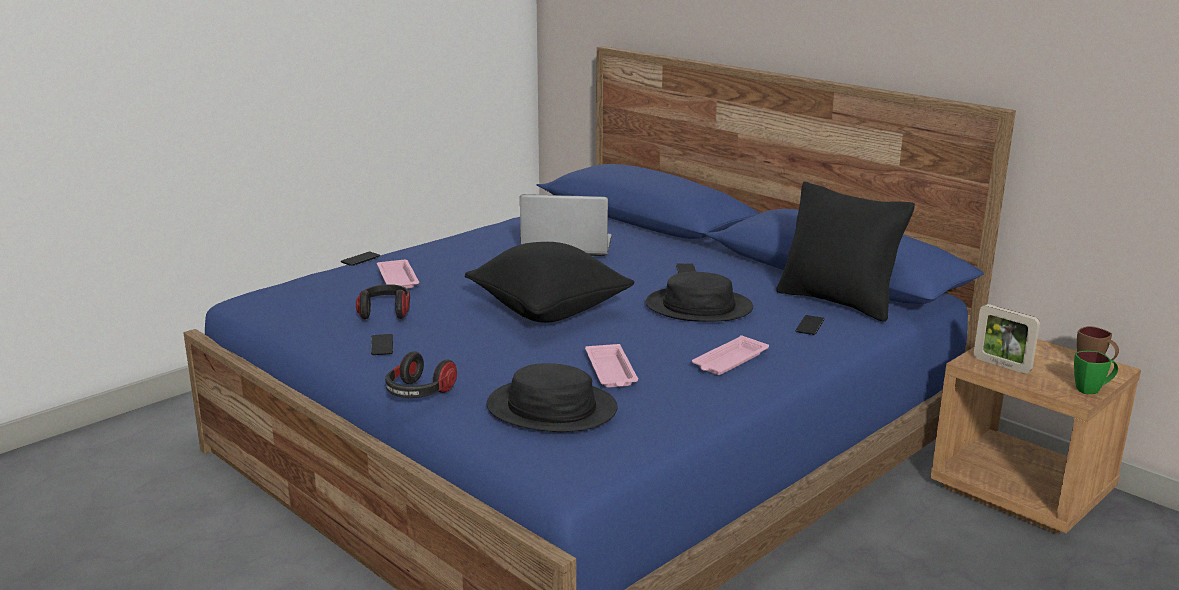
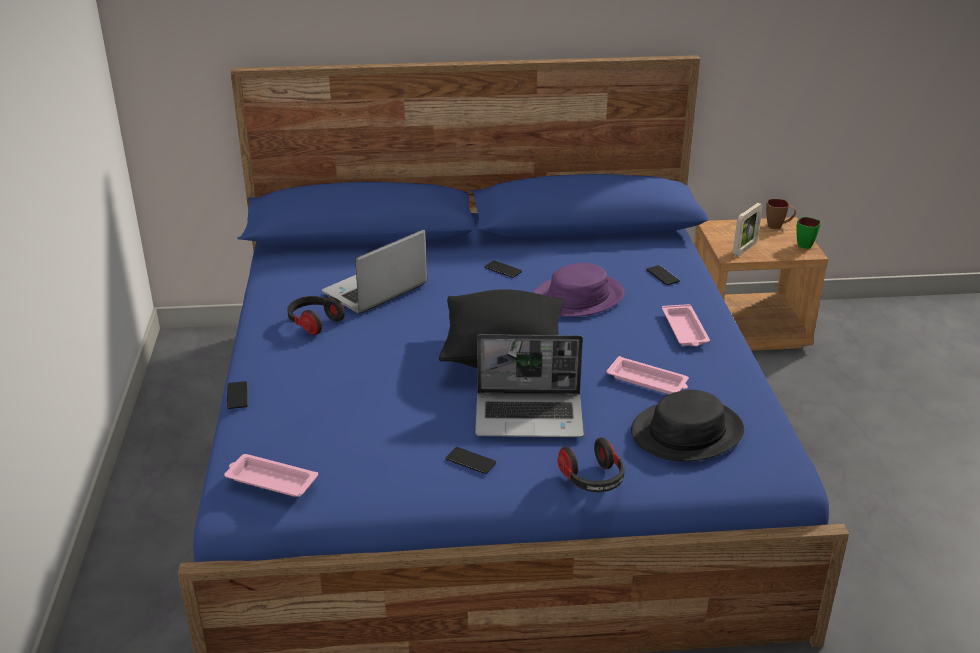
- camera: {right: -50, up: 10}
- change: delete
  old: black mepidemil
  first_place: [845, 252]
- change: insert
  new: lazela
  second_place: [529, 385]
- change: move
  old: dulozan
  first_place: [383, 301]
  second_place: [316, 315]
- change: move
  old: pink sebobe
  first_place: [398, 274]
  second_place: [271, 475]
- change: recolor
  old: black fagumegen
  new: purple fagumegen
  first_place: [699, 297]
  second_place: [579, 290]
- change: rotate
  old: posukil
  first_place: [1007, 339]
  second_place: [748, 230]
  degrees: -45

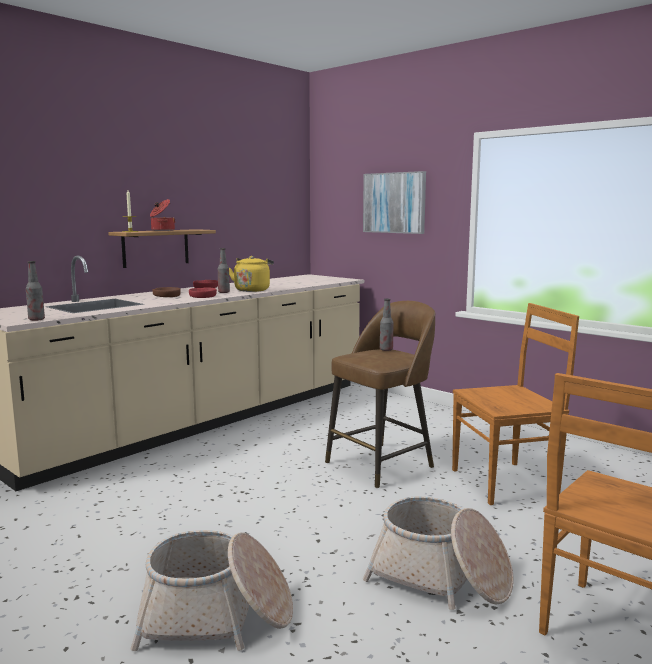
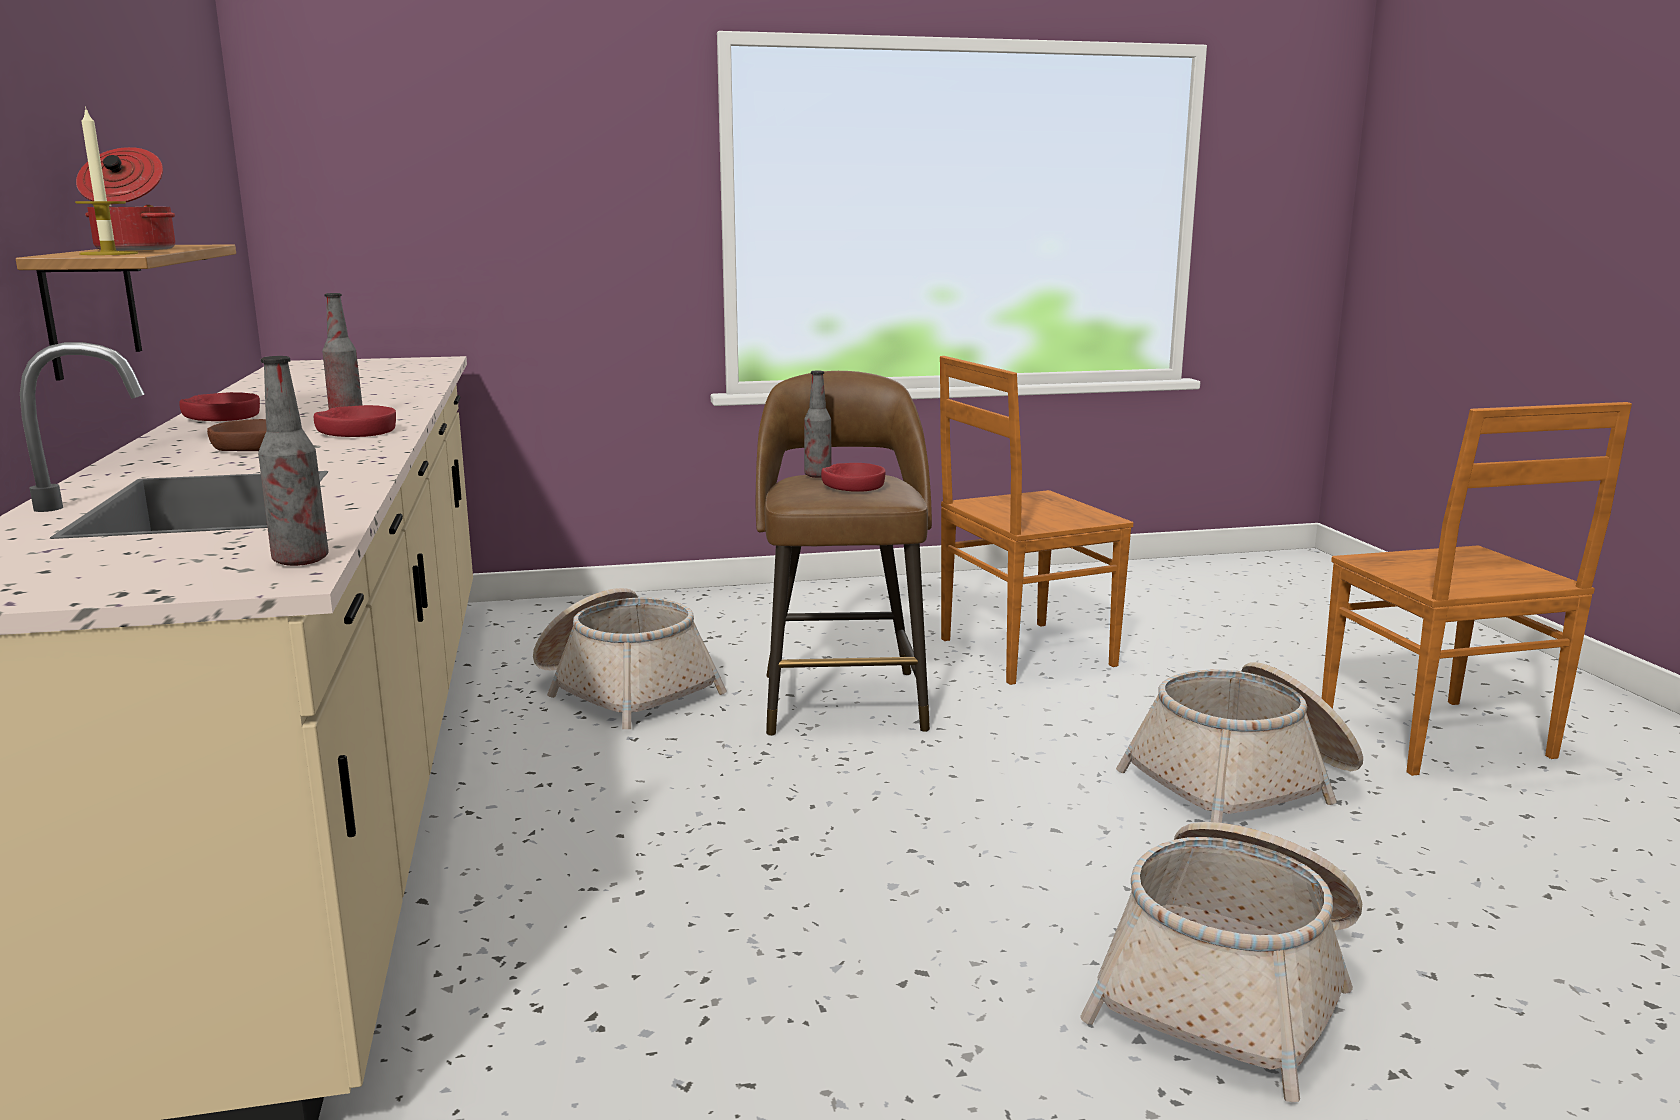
- camera: {right: -55, up: 5}
- change: delete
  old: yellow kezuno
  first_place: [251, 274]
- change: delete
  old: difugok
  first_place: [394, 202]
- change: insert
  new: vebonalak
  second_place: [630, 658]
- change: insert
  new: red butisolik
  second_place: [853, 477]
- change: rotate
  old: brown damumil
  first_place: [515, 404]
  second_place: [1036, 520]
  degrees: -135

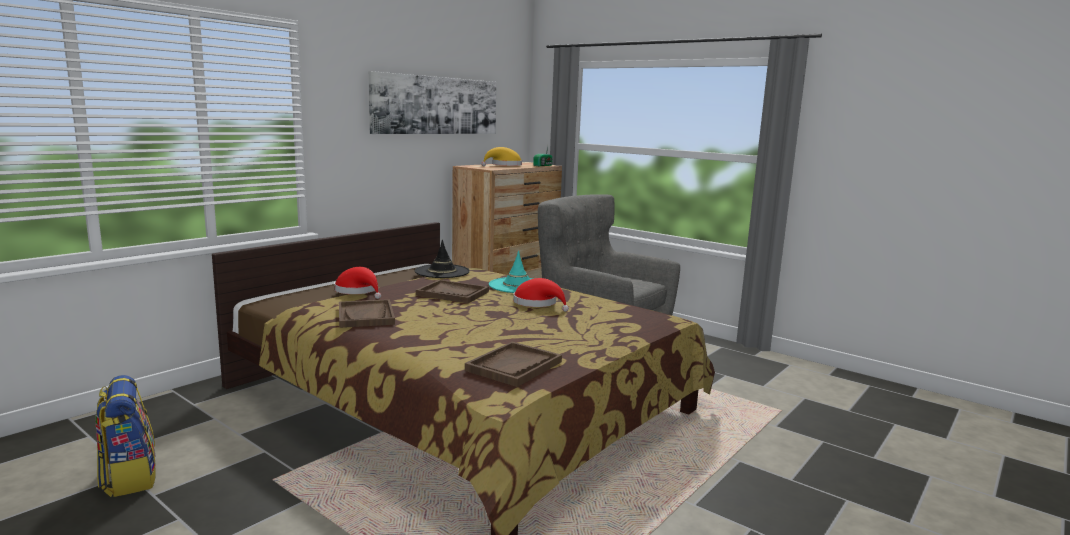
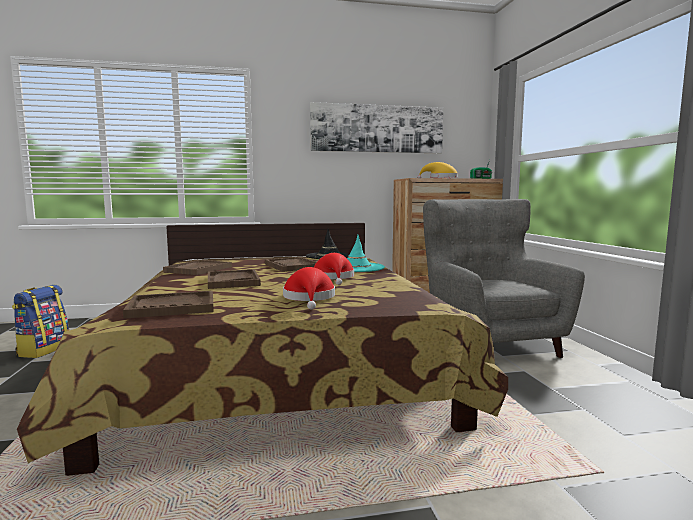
- camera: {right: 40, up: -5}
- change: insert
  new: brown sebobe
  second_place: [234, 279]
- change: move
  old: red fagumegen
  first_place: [357, 283]
  second_place: [309, 288]

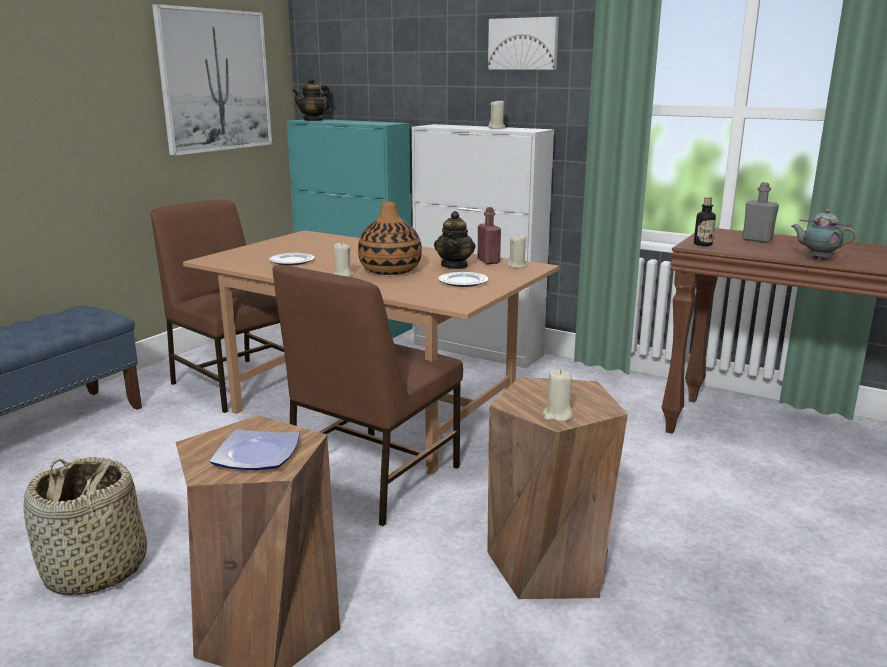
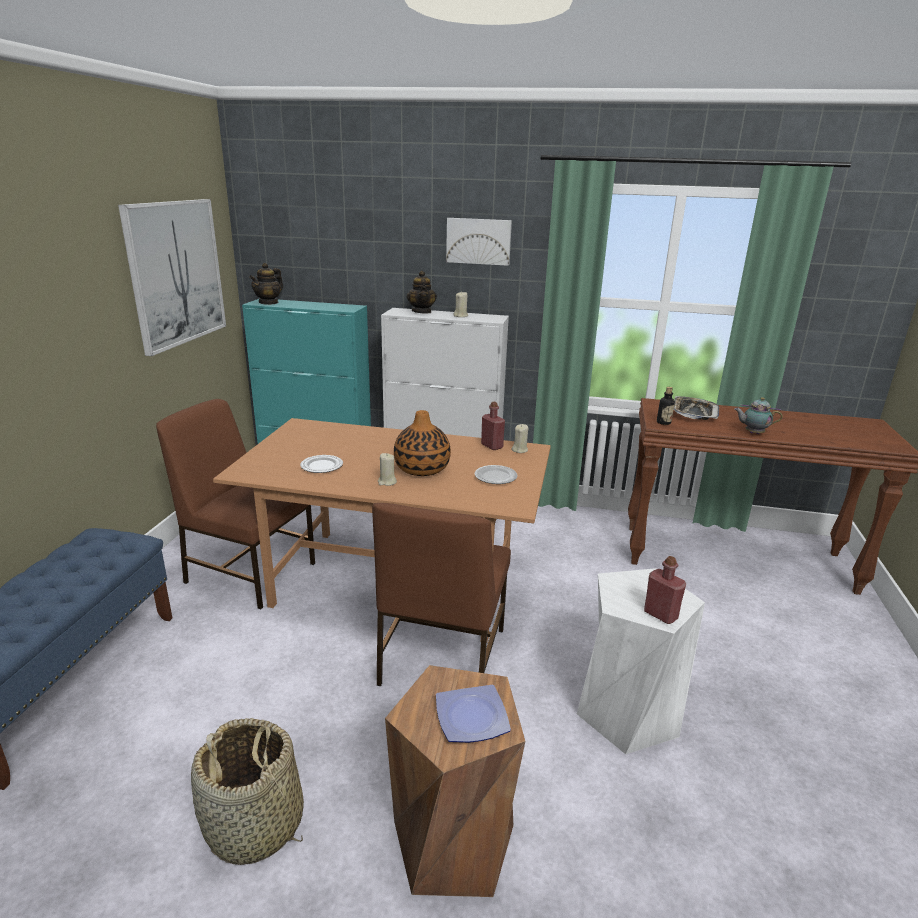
- camera: {right: -20, up: 5}
- change: move
  old: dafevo
  first_place: [455, 240]
  second_place: [422, 292]
- change: replace
  old: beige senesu
  new: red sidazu
  first_place: [558, 395]
  second_place: [665, 590]
- change: replace
  old: grey sidazu
  new: sebobe
  first_place: [760, 212]
  second_place: [696, 408]
- change: recolor
  old: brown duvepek
  new: white duvepek
  first_place: [557, 488]
  second_place: [641, 661]

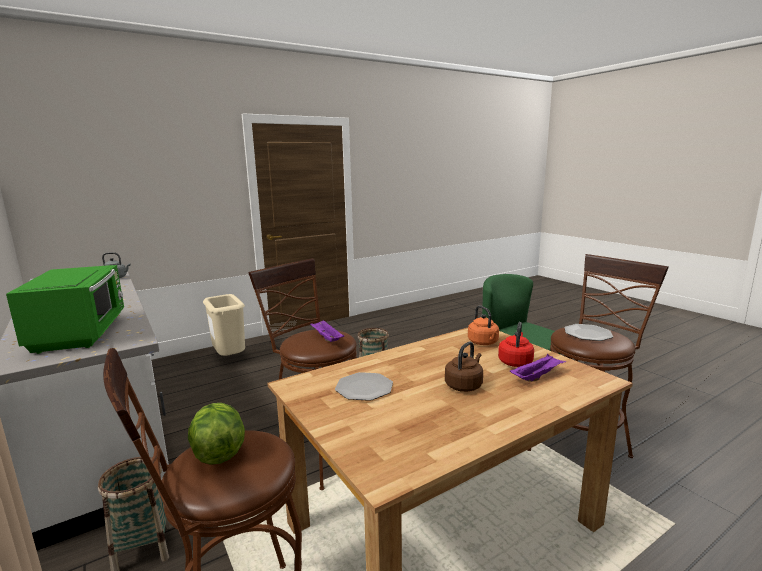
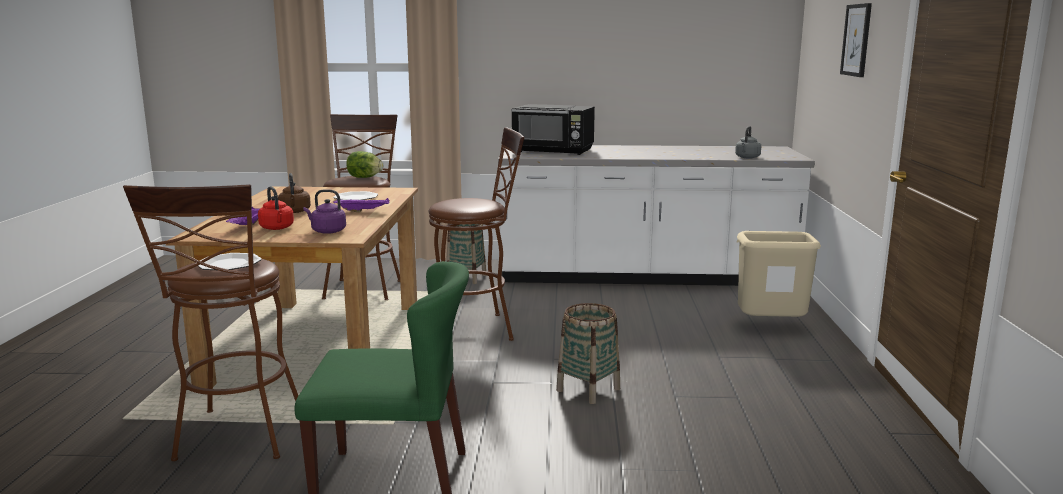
- camera: {right: 125, up: 0}
- change: insert
  new: difugok
  second_place: [856, 40]
- change: move
  old: purple sebobe
  first_place: [327, 331]
  second_place: [361, 205]
- change: recolor
  old: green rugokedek
  new: black rugokedek
  first_place: [65, 309]
  second_place: [553, 129]
- change: recolor
  old: orange kezuno
  new: purple kezuno
  first_place: [483, 325]
  second_place: [324, 211]

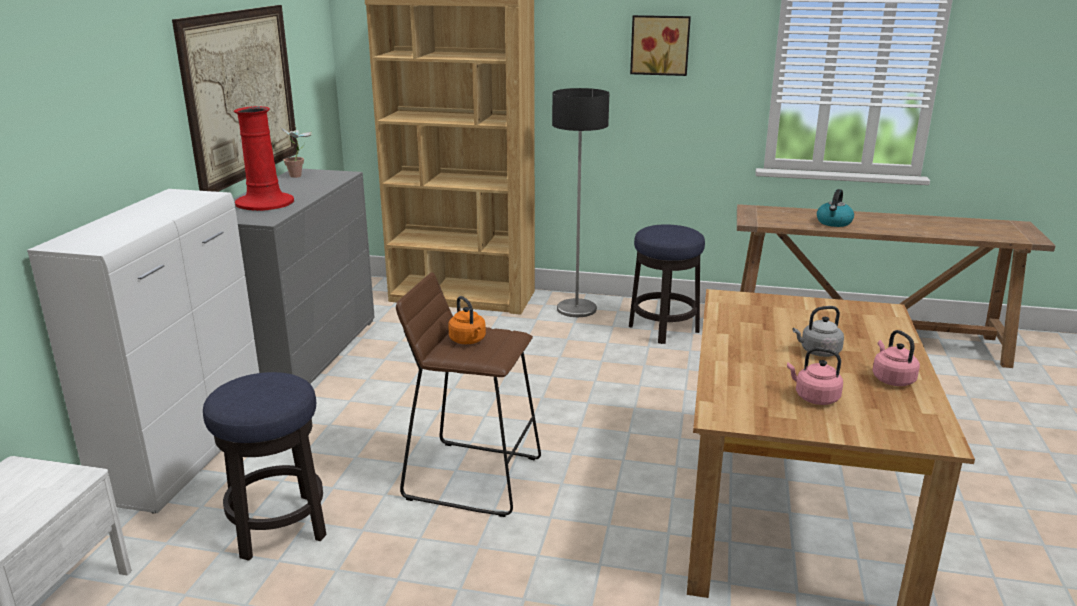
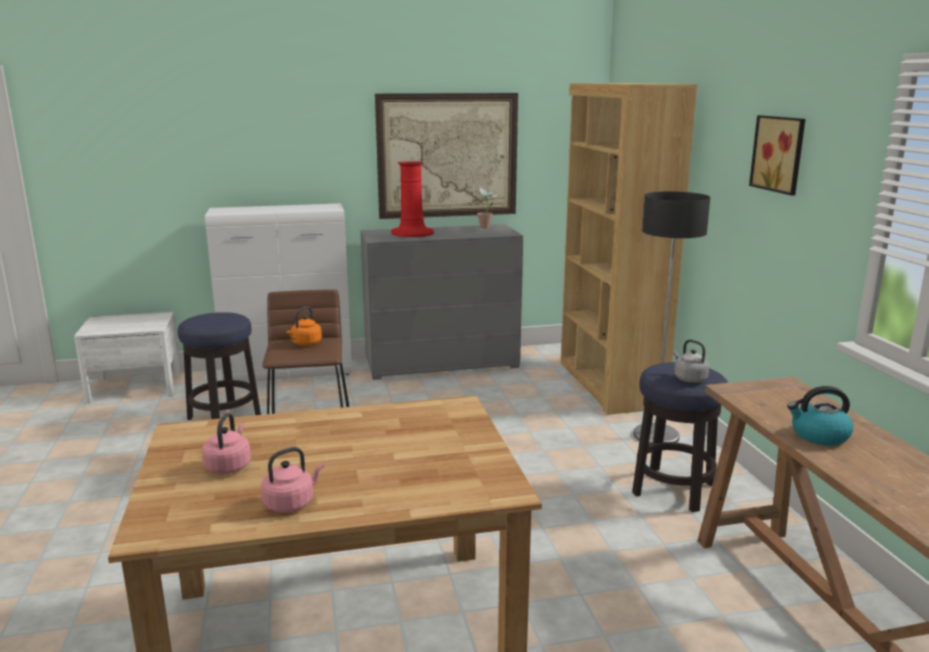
- camera: {right: 65, up: -5}
- change: move
  old: grey kezuno
  first_place: [818, 331]
  second_place: [691, 361]

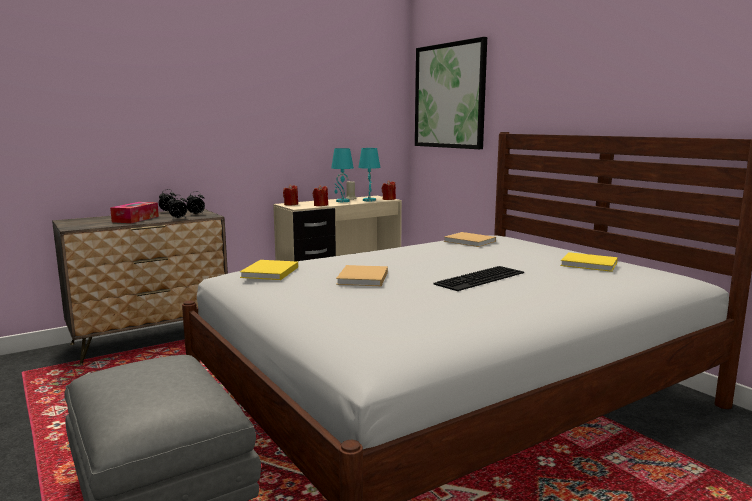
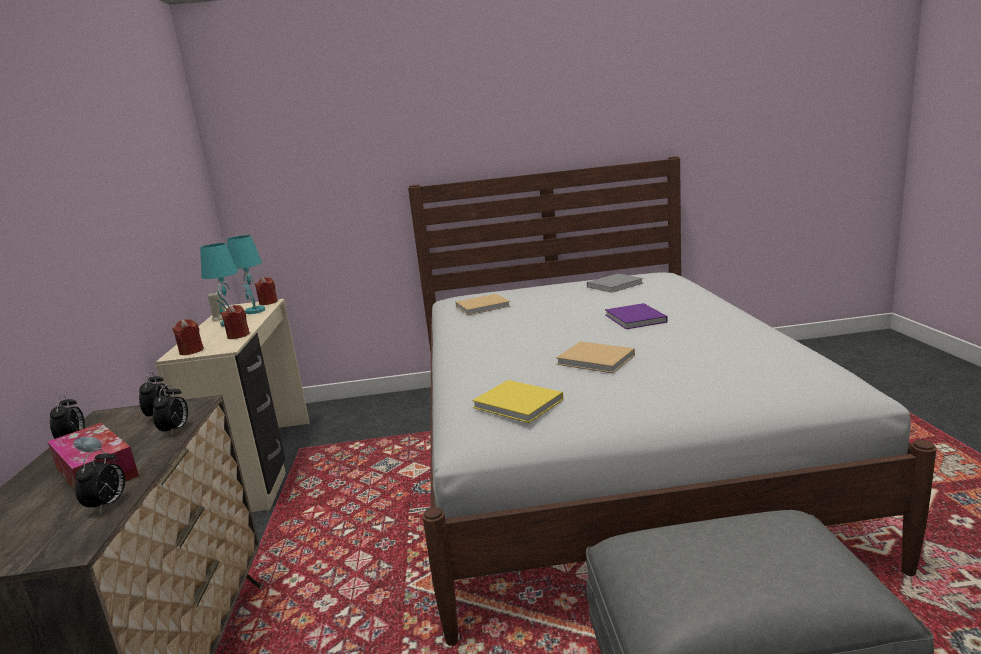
- camera: {right: -60, up: 5}
- change: delete
  old: difugok
  first_place: [451, 93]
- change: insert
  new: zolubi
  second_place: [100, 481]
- change: replace
  old: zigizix
  new: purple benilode
  first_place: [478, 278]
  second_place: [636, 316]
- change: recolor
  old: yellow benilode
  new: grey benilode
  first_place: [589, 262]
  second_place: [615, 283]

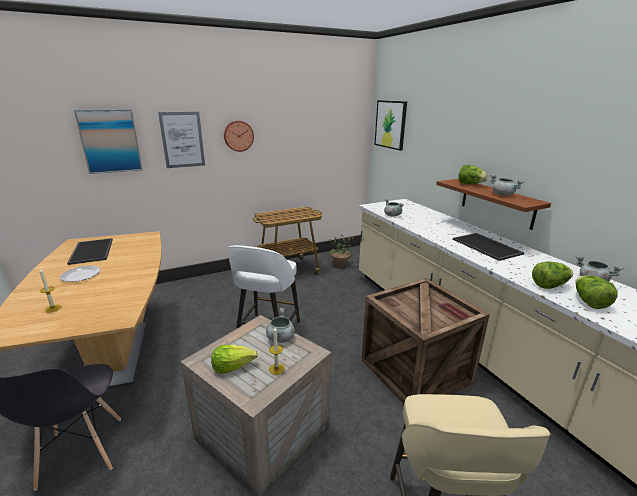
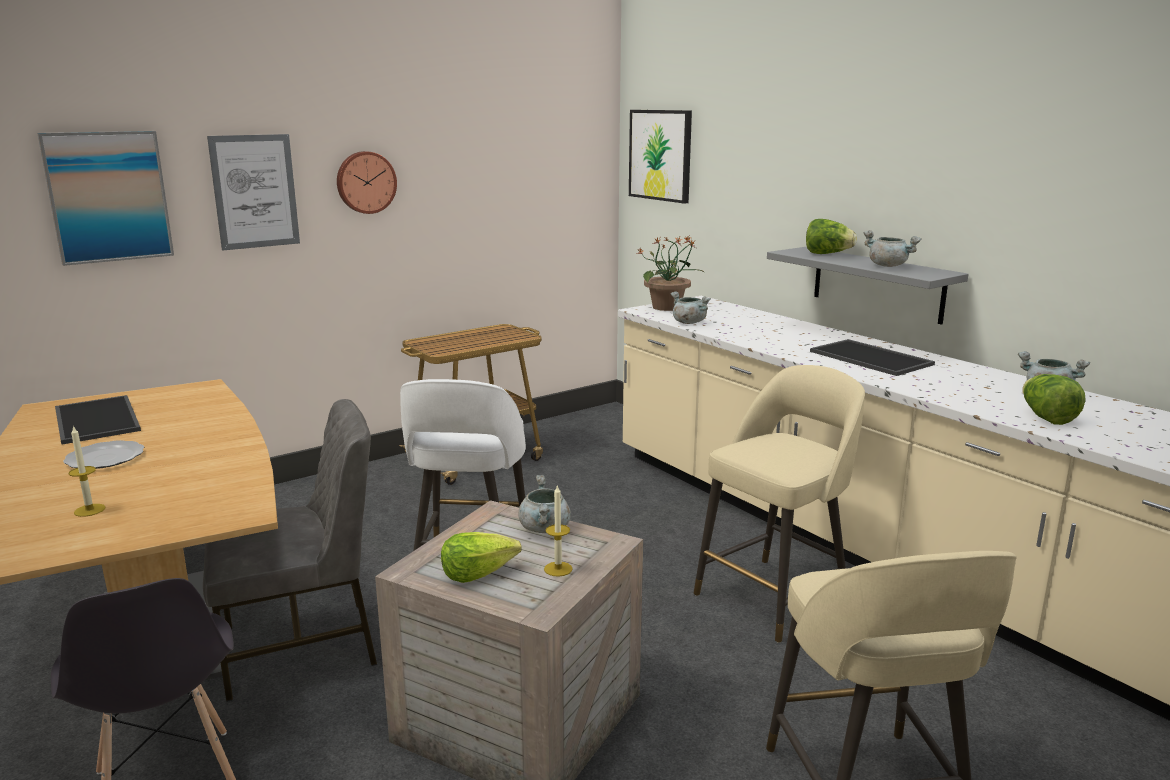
- camera: {right: -10, up: -5}
- change: delete
  old: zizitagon
  first_place: [552, 275]
- change: insert
  new: grey damumil
  second_place: [290, 550]
- change: move
  old: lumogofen
  first_place: [342, 250]
  second_place: [670, 274]
- change: replace
  old: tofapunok
  new: beige duvepek
  first_place: [426, 341]
  second_place: [779, 504]
- change: recolor
  old: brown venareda
  new: grey venareda
  first_place: [493, 204]
  second_place: [868, 286]

